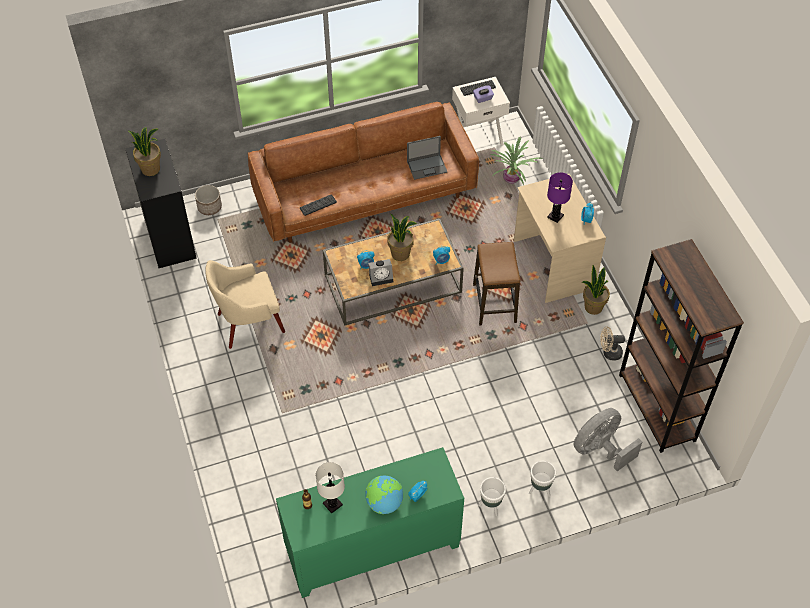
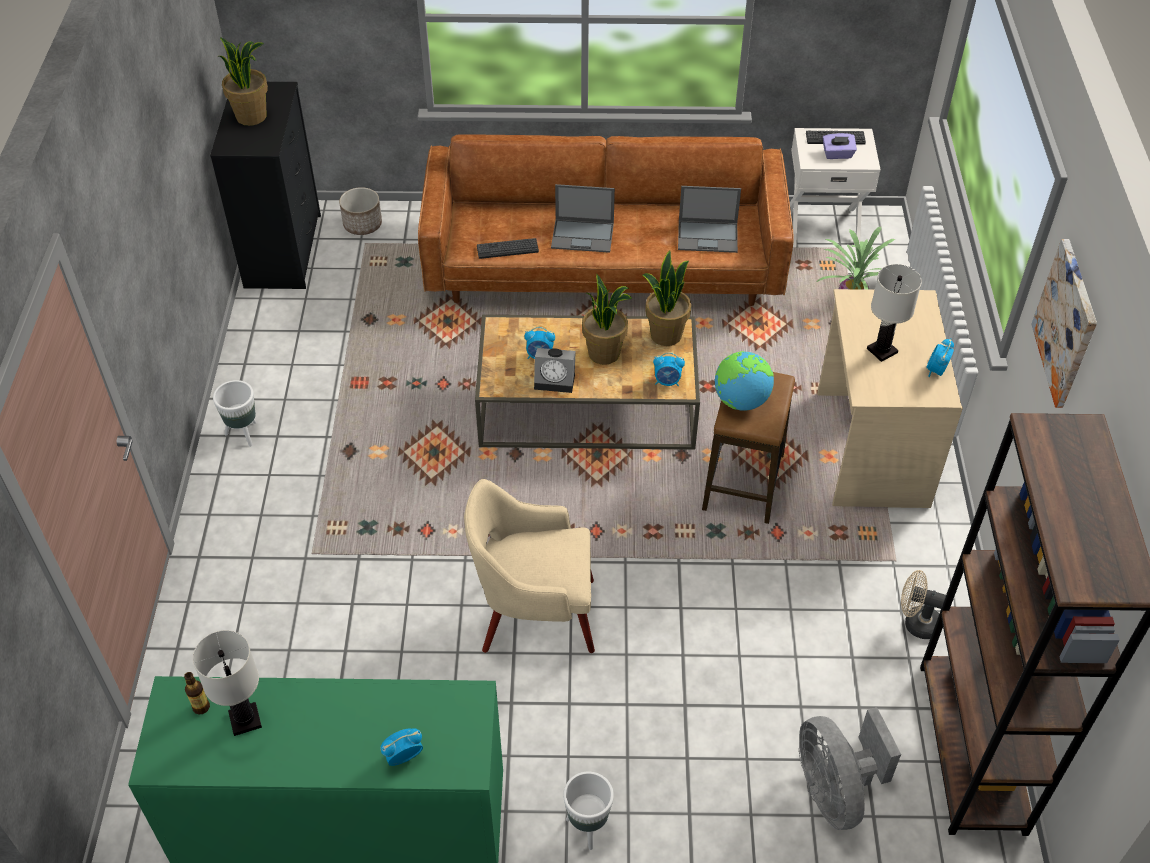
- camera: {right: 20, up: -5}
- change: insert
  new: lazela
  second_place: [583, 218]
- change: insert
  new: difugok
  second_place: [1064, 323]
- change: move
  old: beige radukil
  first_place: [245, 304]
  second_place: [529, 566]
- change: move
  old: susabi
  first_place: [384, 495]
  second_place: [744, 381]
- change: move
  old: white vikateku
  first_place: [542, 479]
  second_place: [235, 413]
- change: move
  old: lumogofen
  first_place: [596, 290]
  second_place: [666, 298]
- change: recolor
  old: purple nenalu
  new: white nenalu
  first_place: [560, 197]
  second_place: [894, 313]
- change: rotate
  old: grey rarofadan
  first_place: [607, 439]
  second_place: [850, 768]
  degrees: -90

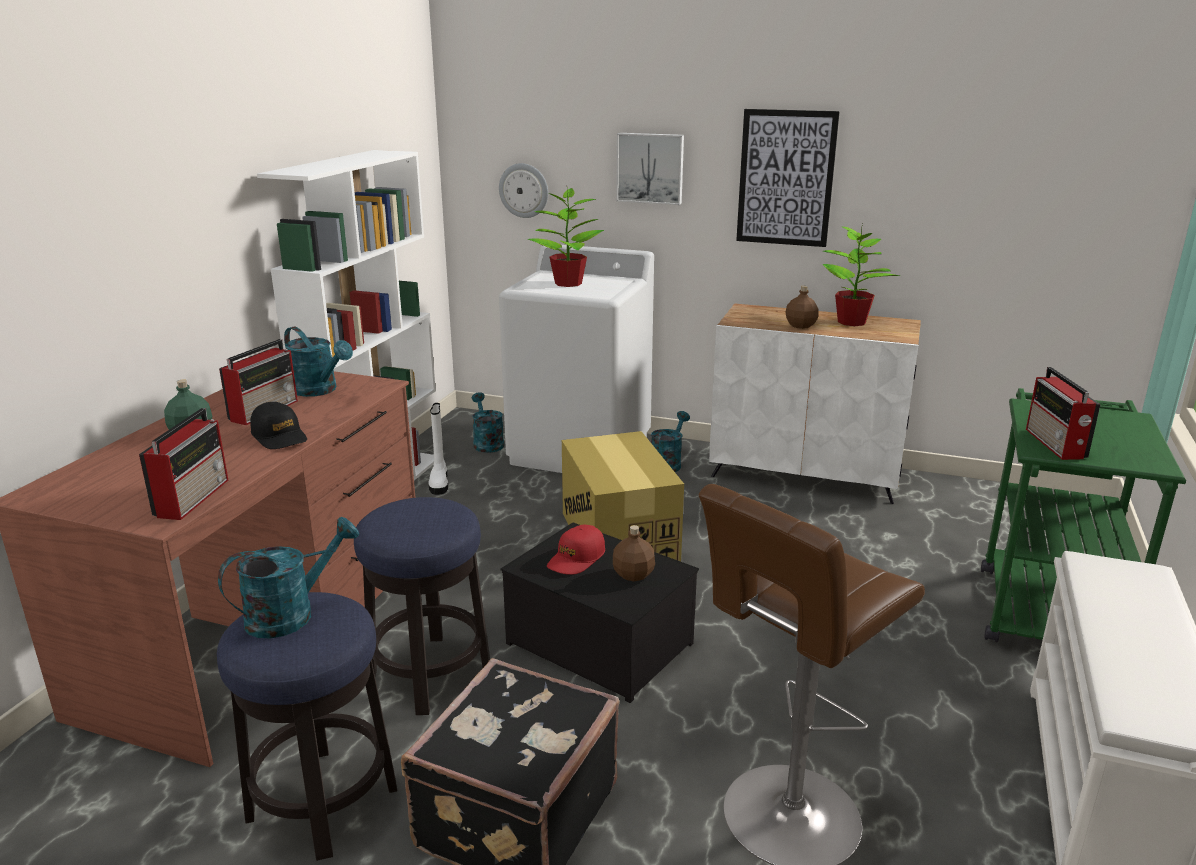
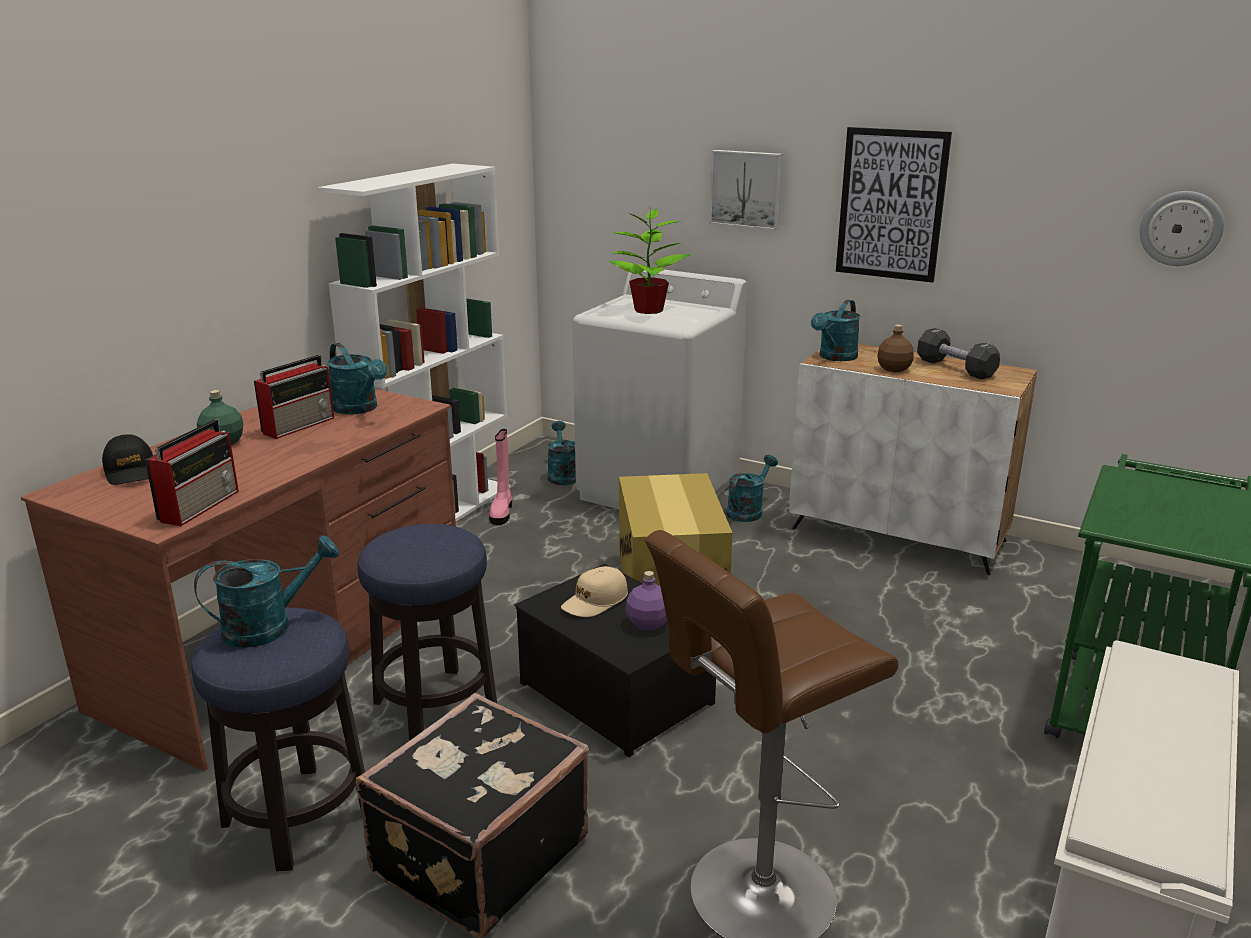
- camera: {right: 10, up: 0}
- change: delete
  old: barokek
  first_place: [1063, 413]
- change: insert
  new: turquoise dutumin
  second_place: [835, 330]
- change: move
  old: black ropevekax
  first_place: [278, 425]
  second_place: [127, 459]
- change: move
  old: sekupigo
  first_place: [523, 190]
  second_place: [1182, 228]
- change: replace
  old: lumogofen
  new: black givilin
  first_place: [861, 274]
  second_place: [958, 354]
- change: recolor
  old: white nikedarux
  new: pink nikedarux
  first_place: [438, 449]
  second_place: [500, 477]
- change: recolor
  old: red ropevekax
  new: beige ropevekax
  first_place: [576, 550]
  second_place: [594, 591]
- change: recolor
  old: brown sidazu
  new: purple sidazu
  first_place: [634, 553]
  second_place: [646, 600]

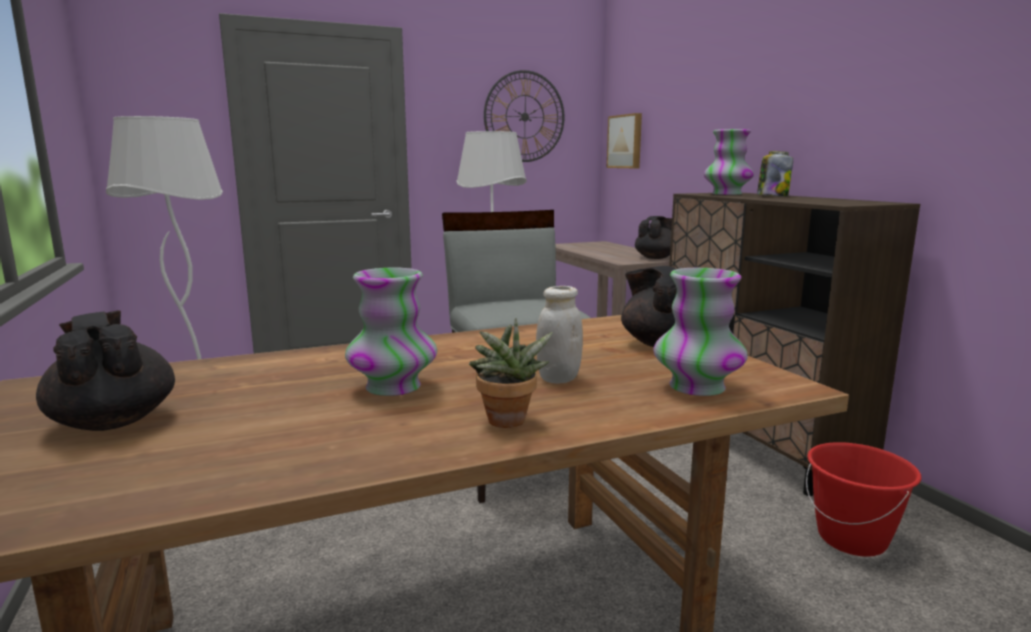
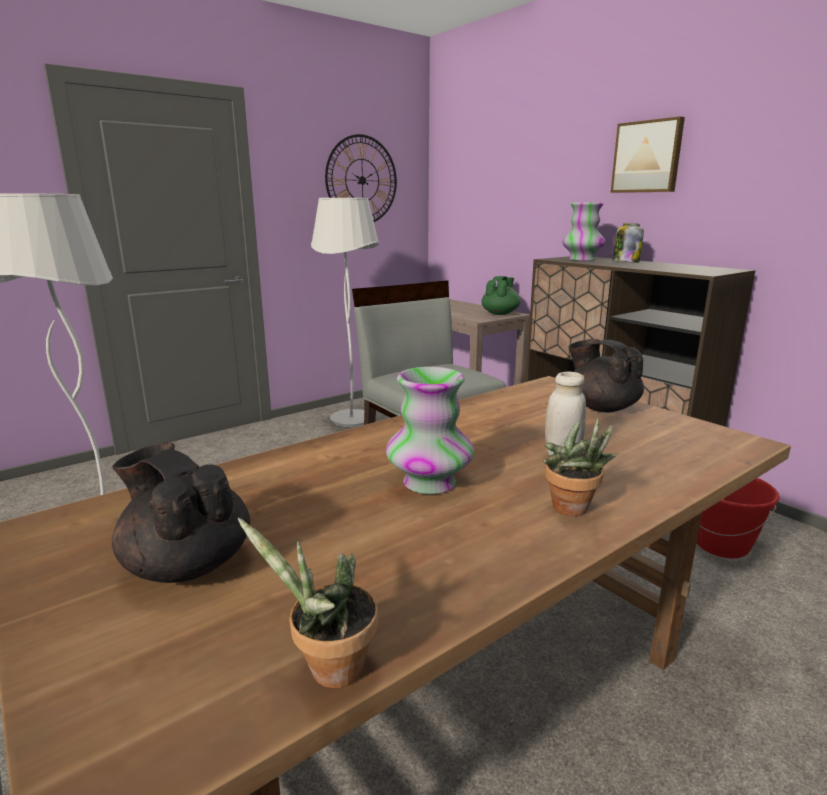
- camera: {right: -15, up: 5}
- change: delete
  old: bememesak
  first_place: [700, 332]
- change: insert
  new: lumogofen
  second_place: [308, 602]
- change: move
  old: difugok
  first_place: [624, 140]
  second_place: [648, 154]
- change: recolor
  old: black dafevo
  new: green dafevo
  first_place: [653, 237]
  second_place: [501, 295]

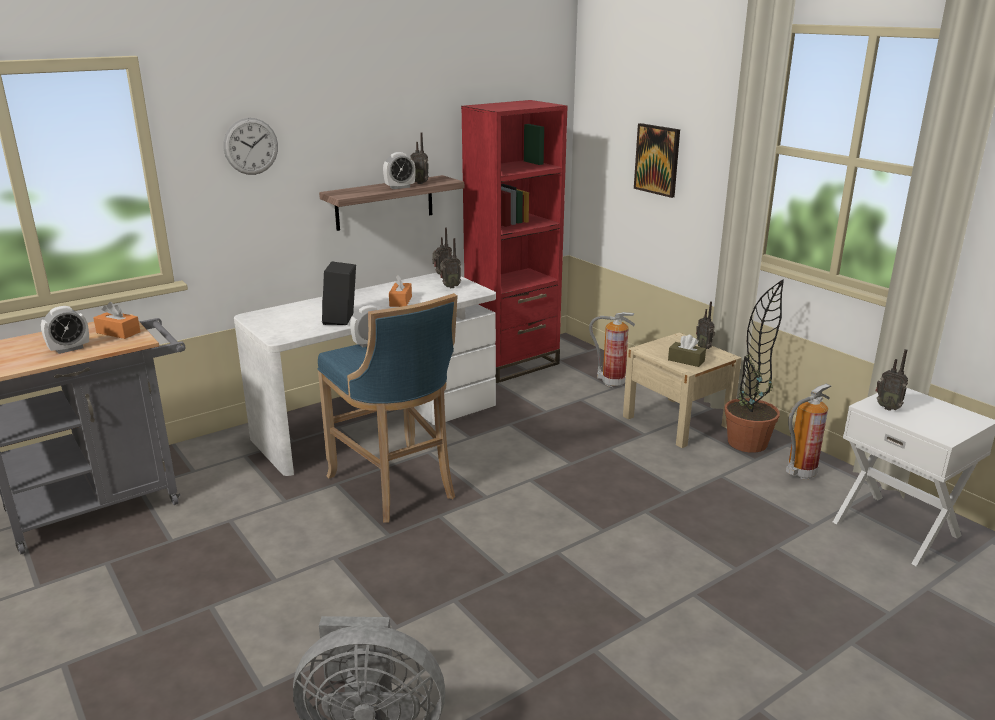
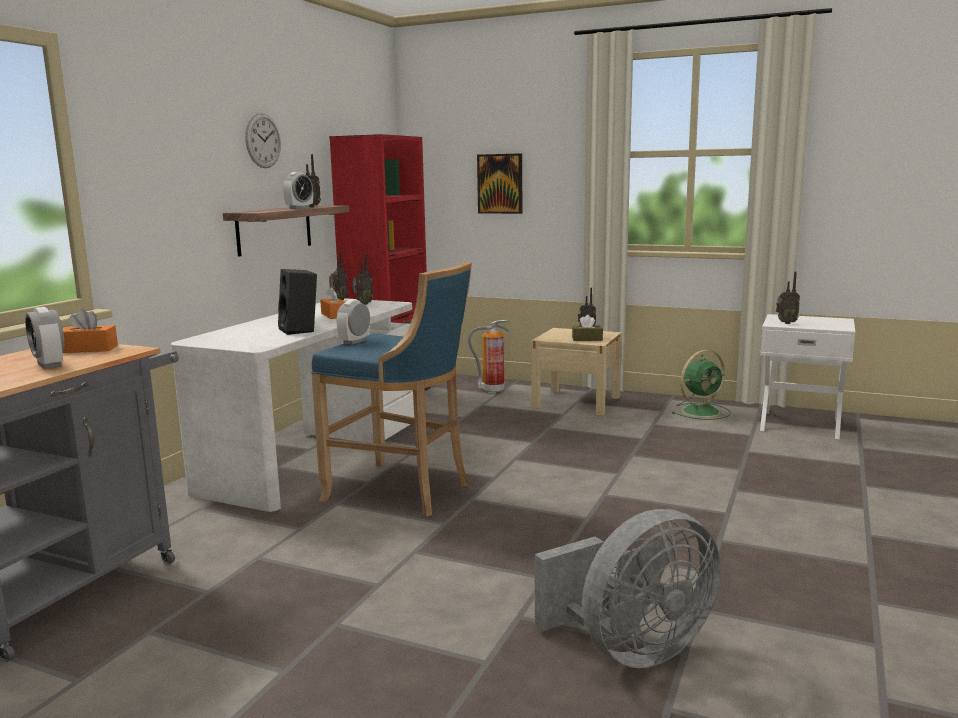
- camera: {right: -30, up: -10}
- change: delete
  old: lumogofen
  first_place: [754, 366]
- change: move
  old: sekupigo
  first_place: [251, 146]
  second_place: [263, 140]
- change: replace
  old: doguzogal
  new: green rarofadan
  first_place: [808, 431]
  second_place: [701, 385]
- change: rotate
  old: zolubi
  first_place: [65, 330]
  second_place: [45, 338]
  degrees: 120

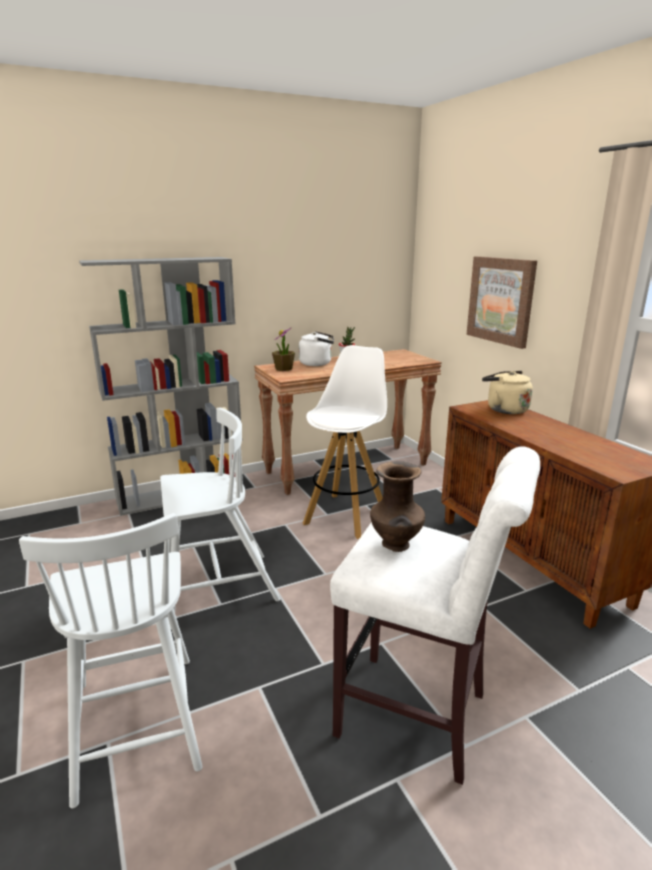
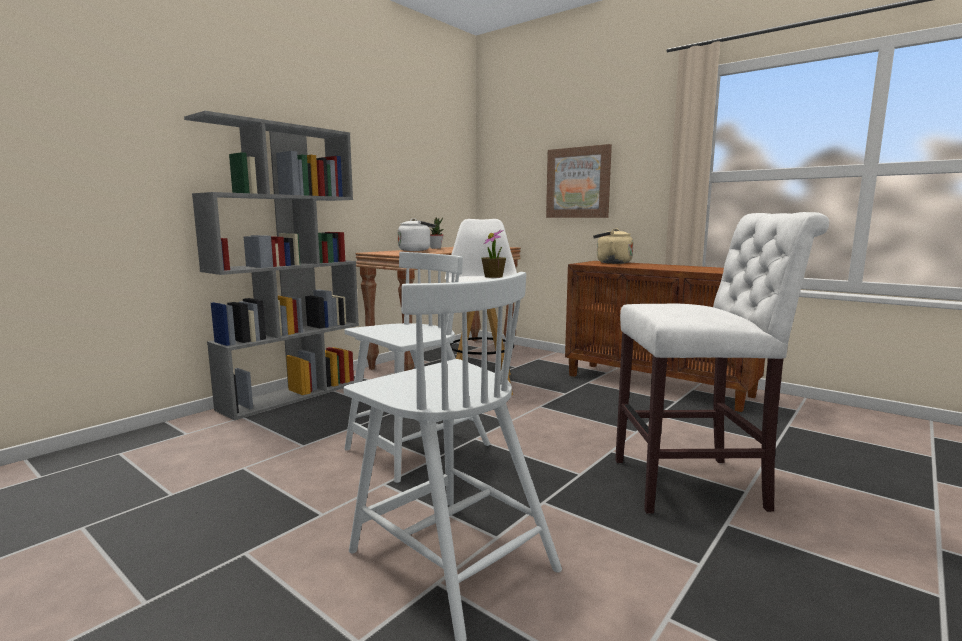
- camera: {right: -25, up: -10}
- change: delete
  old: brown bememesak
  first_place: [397, 506]
- change: move
  old: lumogofen
  first_place: [283, 349]
  second_place: [493, 254]

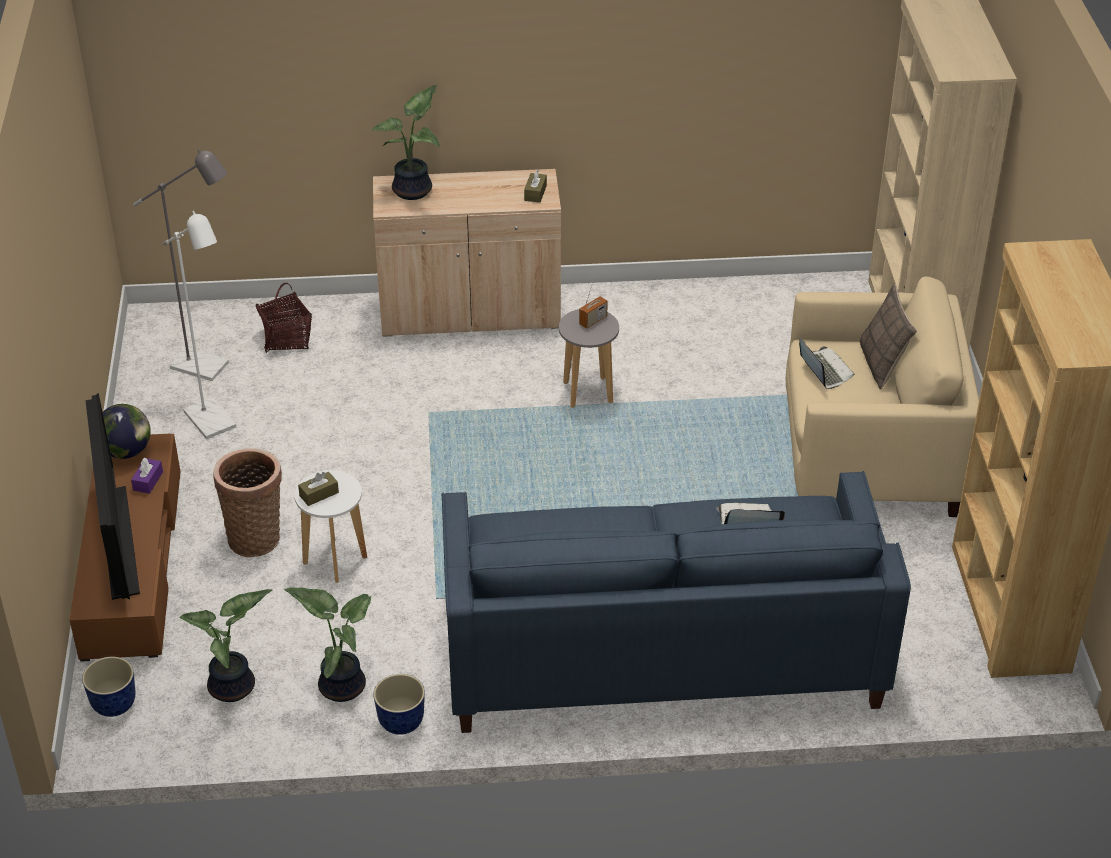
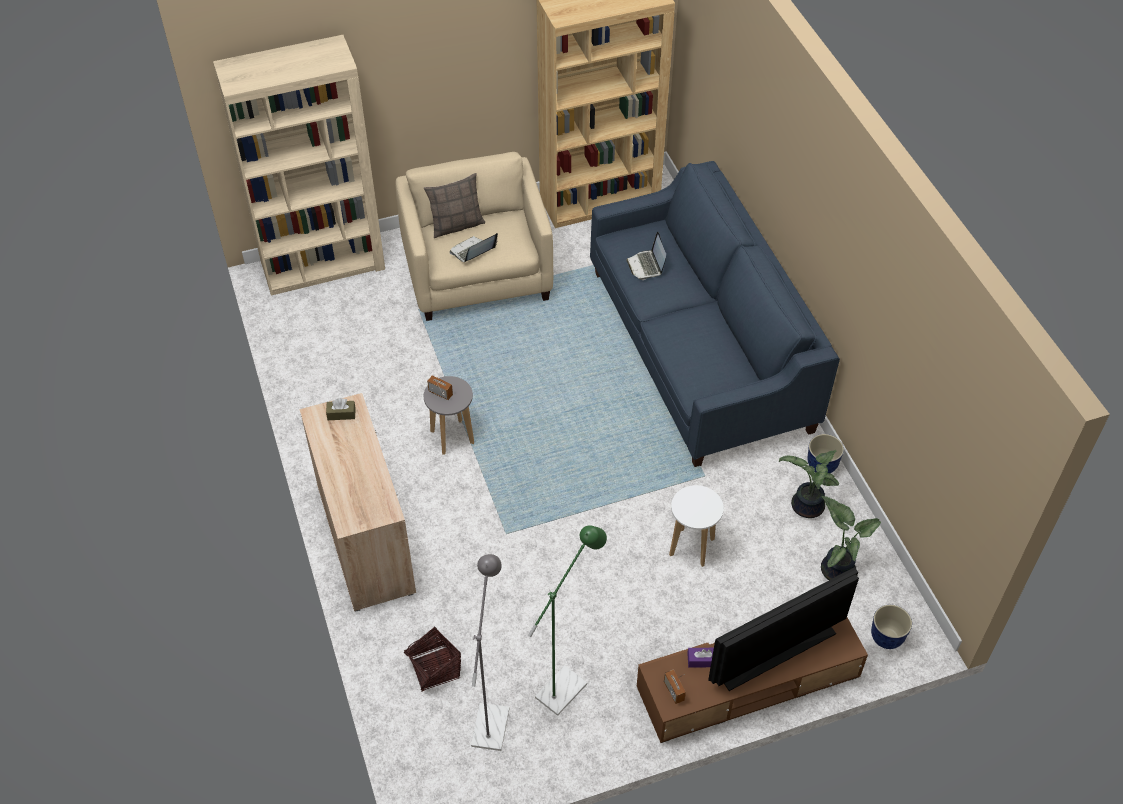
- camera: {right: -105, up: 10}
- change: delete
  old: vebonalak
  first_place: [247, 502]
- change: delete
  old: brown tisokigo
  first_place: [318, 489]
- change: delete
  old: lumogofen
  first_place: [405, 142]
- change: replace
  old: susabi
  new: barokek
  first_place: [127, 431]
  second_place: [675, 686]
- change: recolor
  old: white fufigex
  new: green fufigex
  first_place: [199, 325]
  second_place: [567, 620]

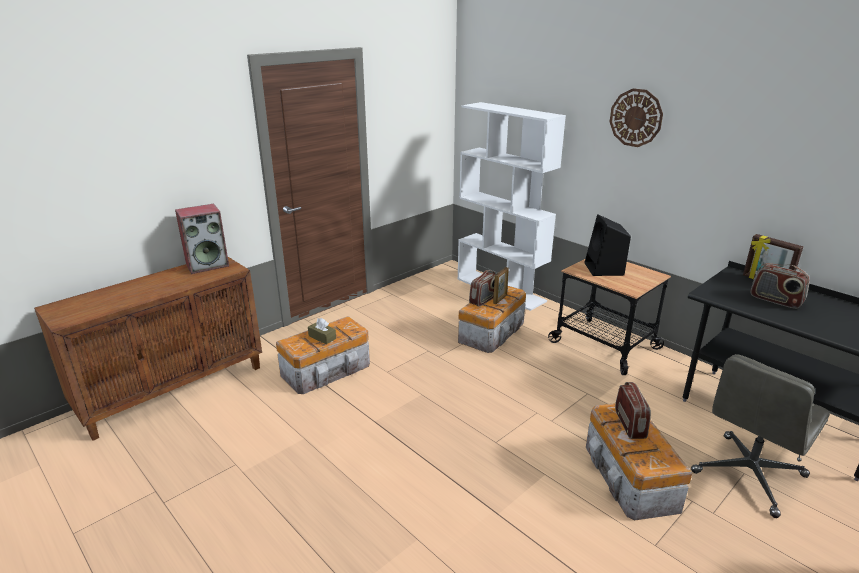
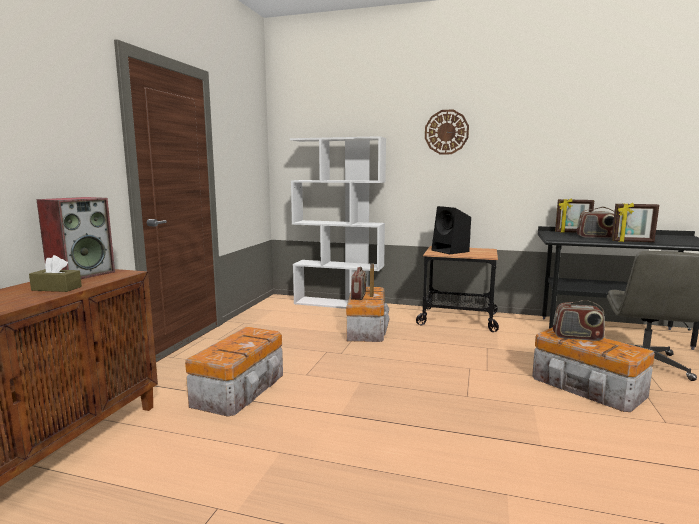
- camera: {right: -30, up: -15}
- change: insert
  new: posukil
  second_place: [635, 222]
- change: move
  old: brown tisokigo
  first_place: [322, 331]
  second_place: [55, 273]
- change: rotate
  old: barokek
  first_place: [633, 410]
  second_place: [579, 320]
  degrees: 135

